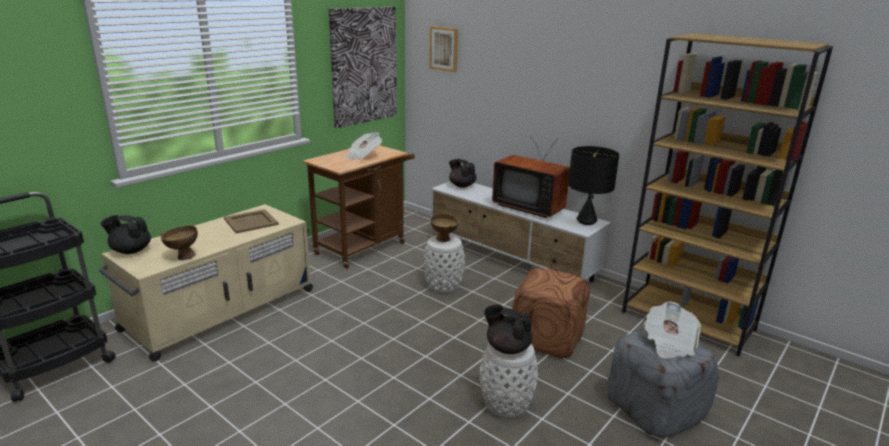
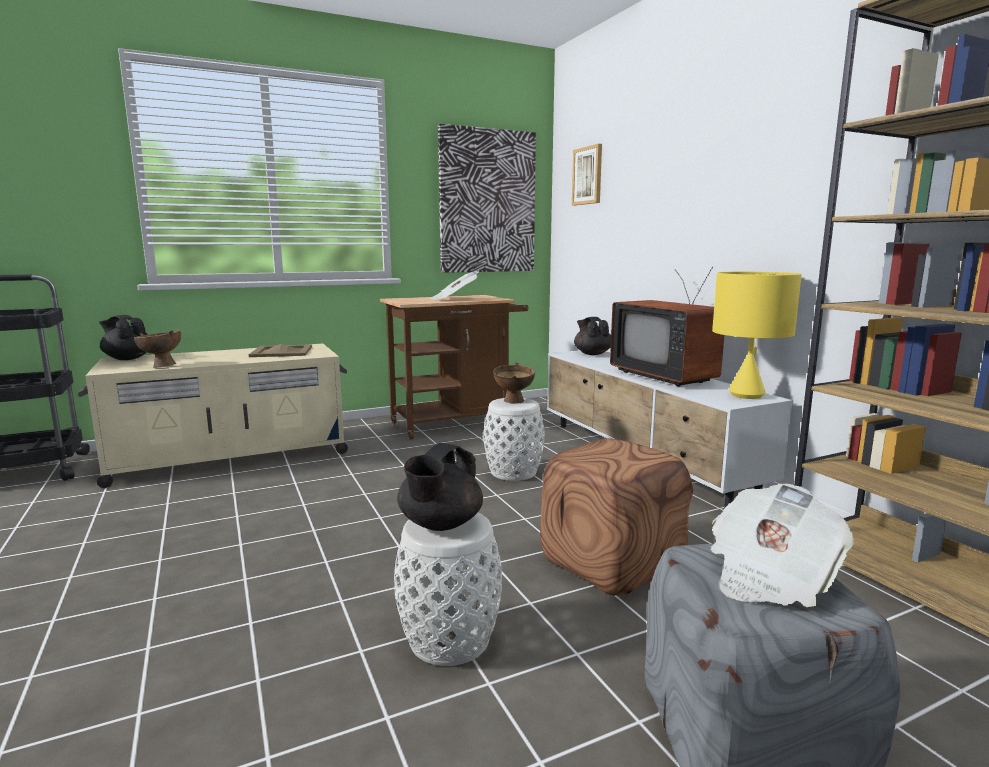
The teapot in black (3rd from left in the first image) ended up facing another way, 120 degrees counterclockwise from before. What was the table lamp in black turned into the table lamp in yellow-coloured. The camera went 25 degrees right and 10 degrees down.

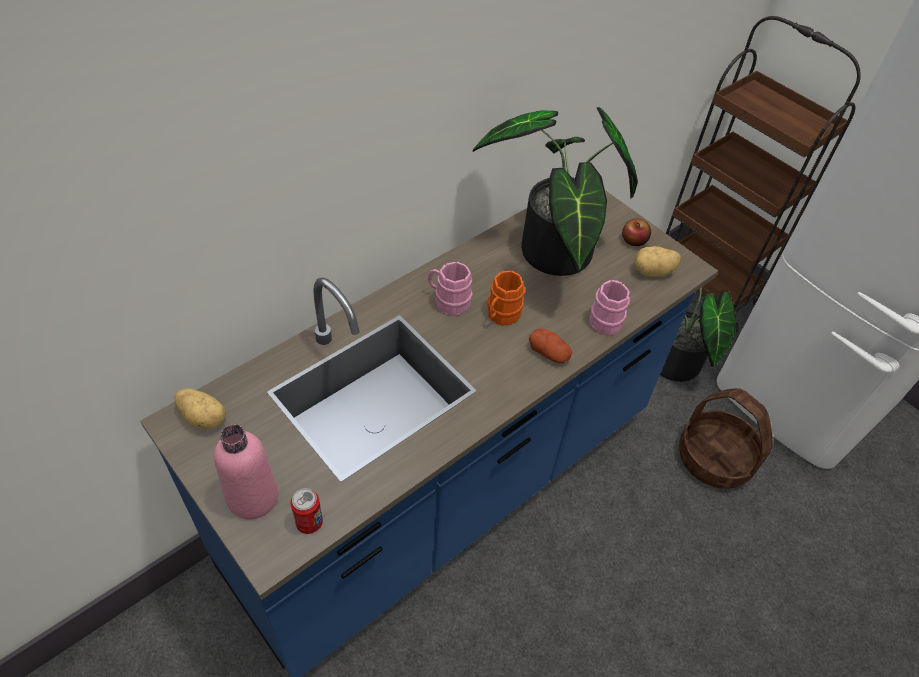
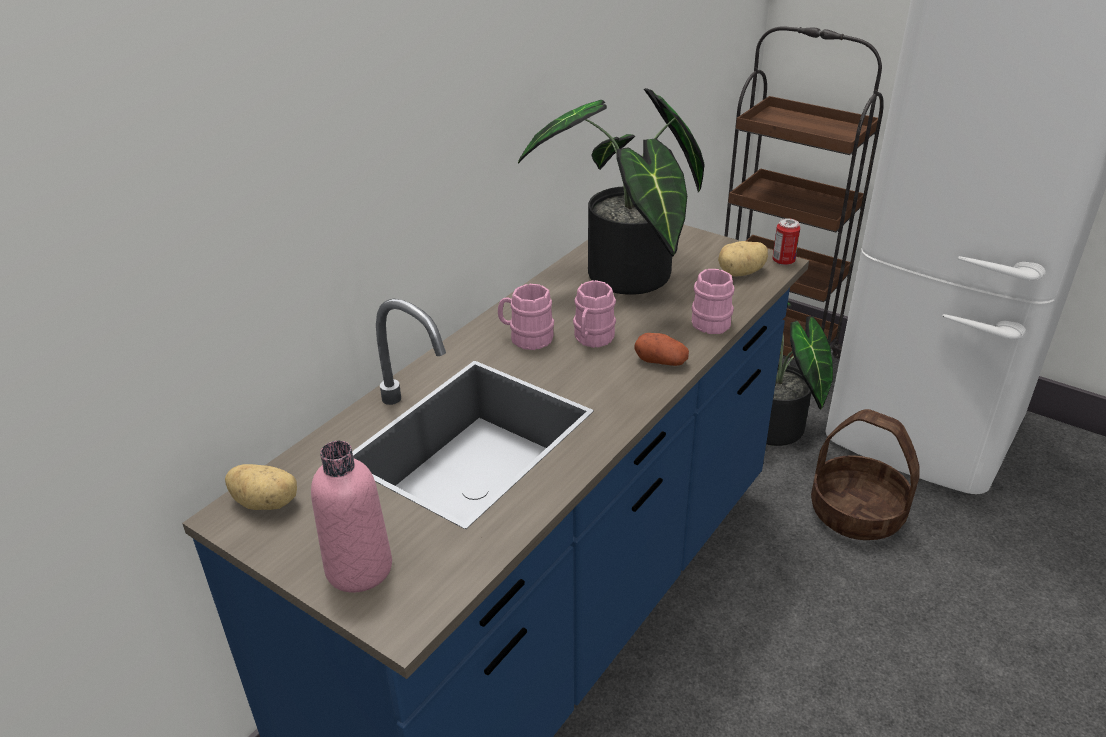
What was the mug in orange-coloured turned into the mug in pink (2nd from left). The metal can ended up elsewhere. The second view lost the apple fruit. The camera went 10 degrees left and 15 degrees down.

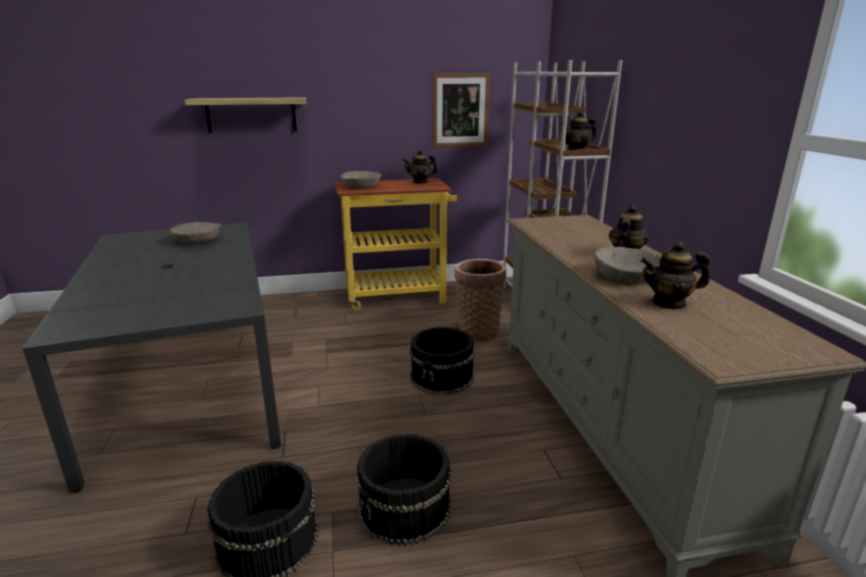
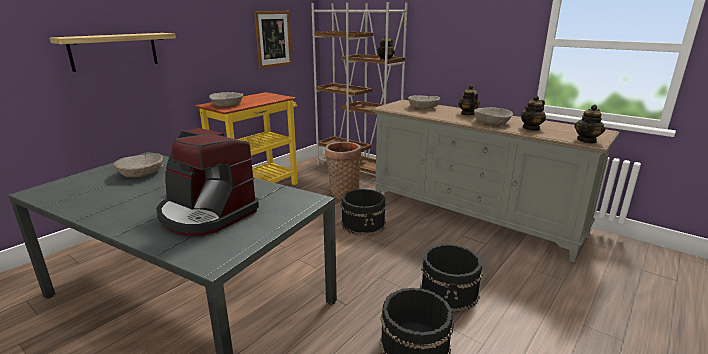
The second view gained the coffee maker. The second view gained the bowl in sand-coloured (3rd from left). The teapot (1st from left in the first image) ended up elsewhere. The camera went 40 degrees left and 0 degrees up.

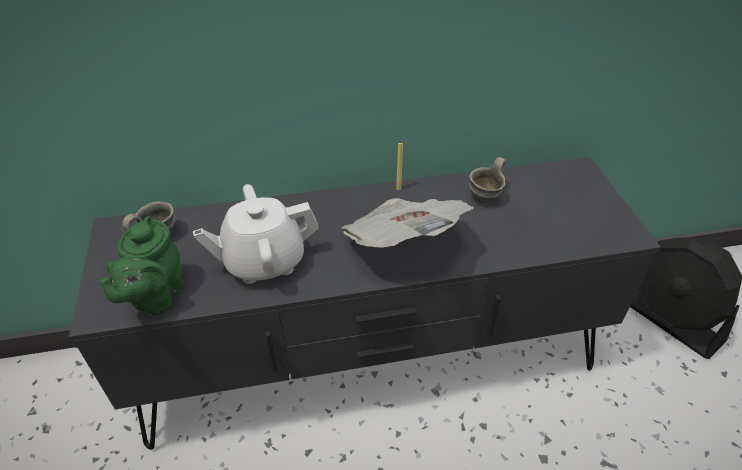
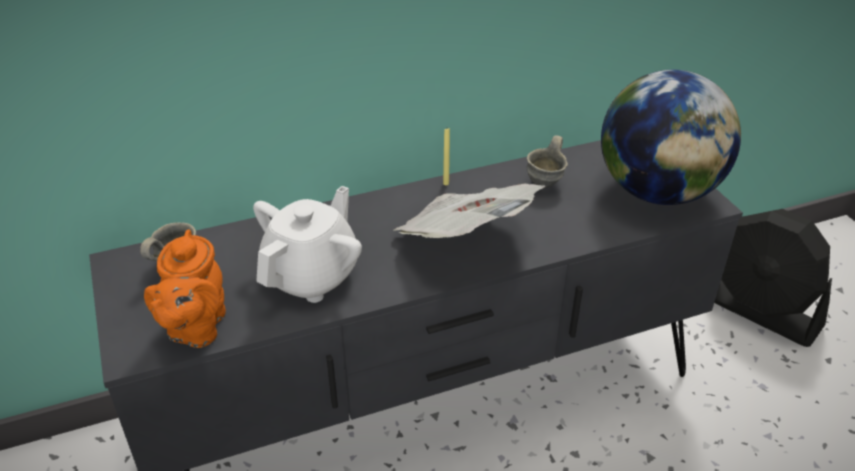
What was the teapot in green turned into the teapot in orange-coloured. The teapot in white ended up facing another way, 150 degrees clockwise from before. The second view gained the world globe. The camera went 10 degrees left and 5 degrees down.

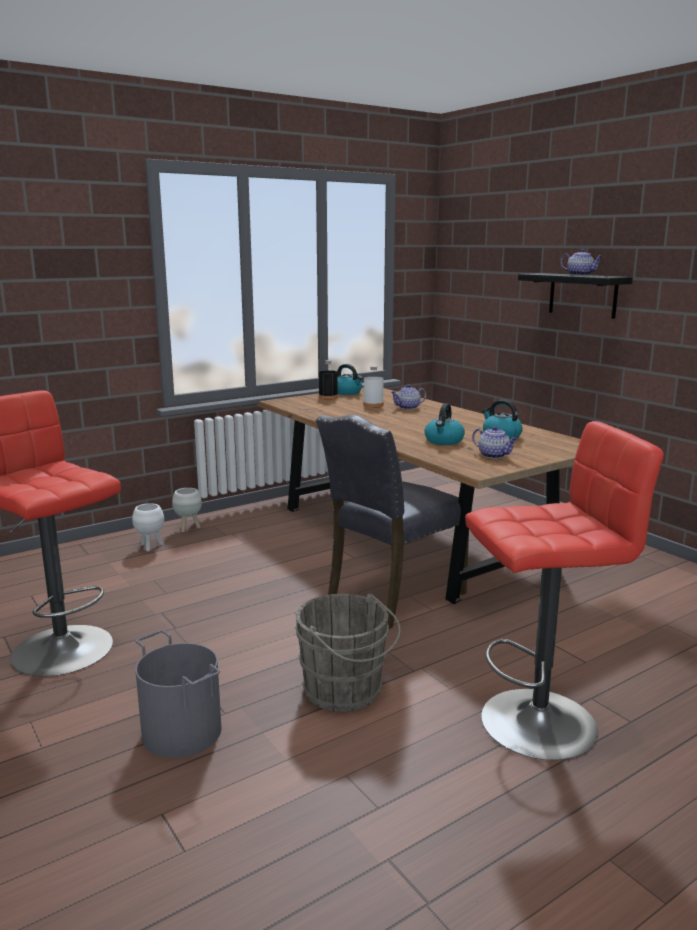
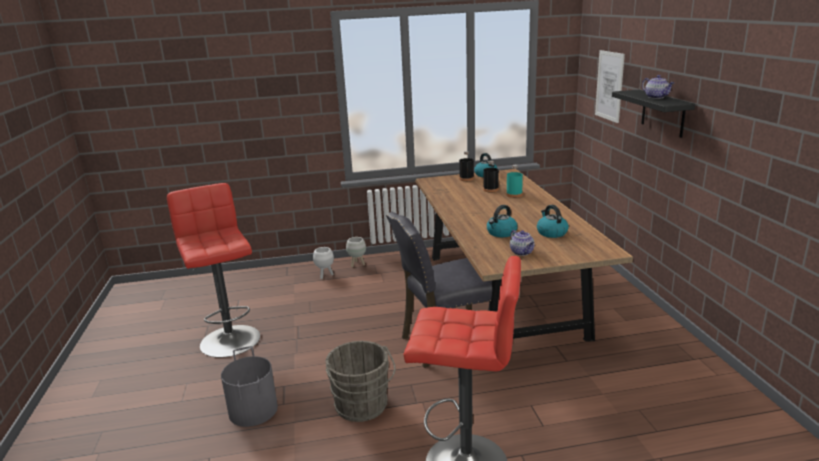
What was the bottle in white turned into the bottle in black (2nd from left). Where the teapot (1st from left) stood, the bottle in turquoise came to stand. The second view gained the wall art. The camera went 25 degrees right and 5 degrees up.

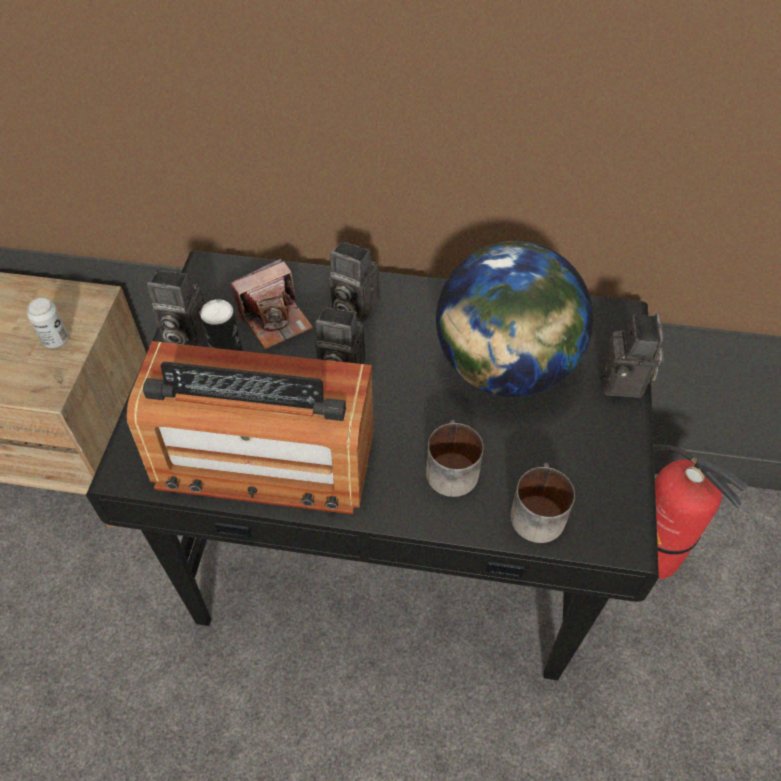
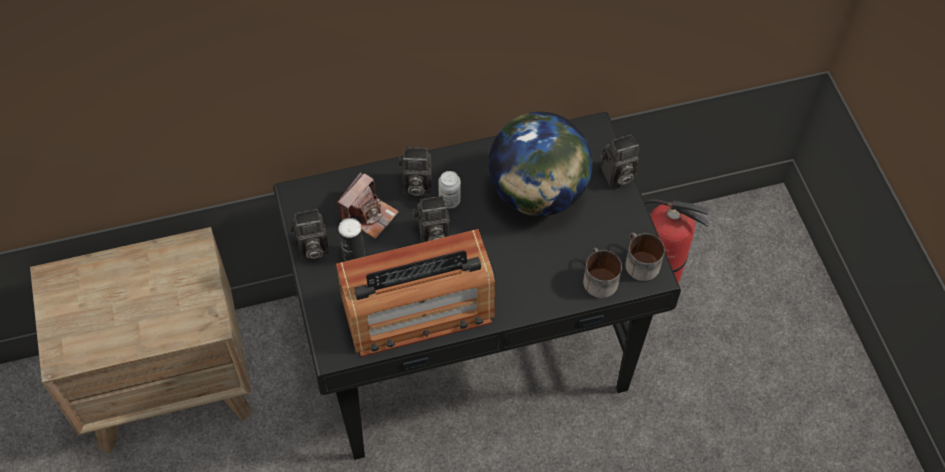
The metal can (1st from left in the first image) ended up elsewhere. The photo camera (5th from left) ended up facing another way, 90 degrees clockwise from before. The mug (1st from left in the first image) ended up elsewhere. The camera went 25 degrees left and 5 degrees up.

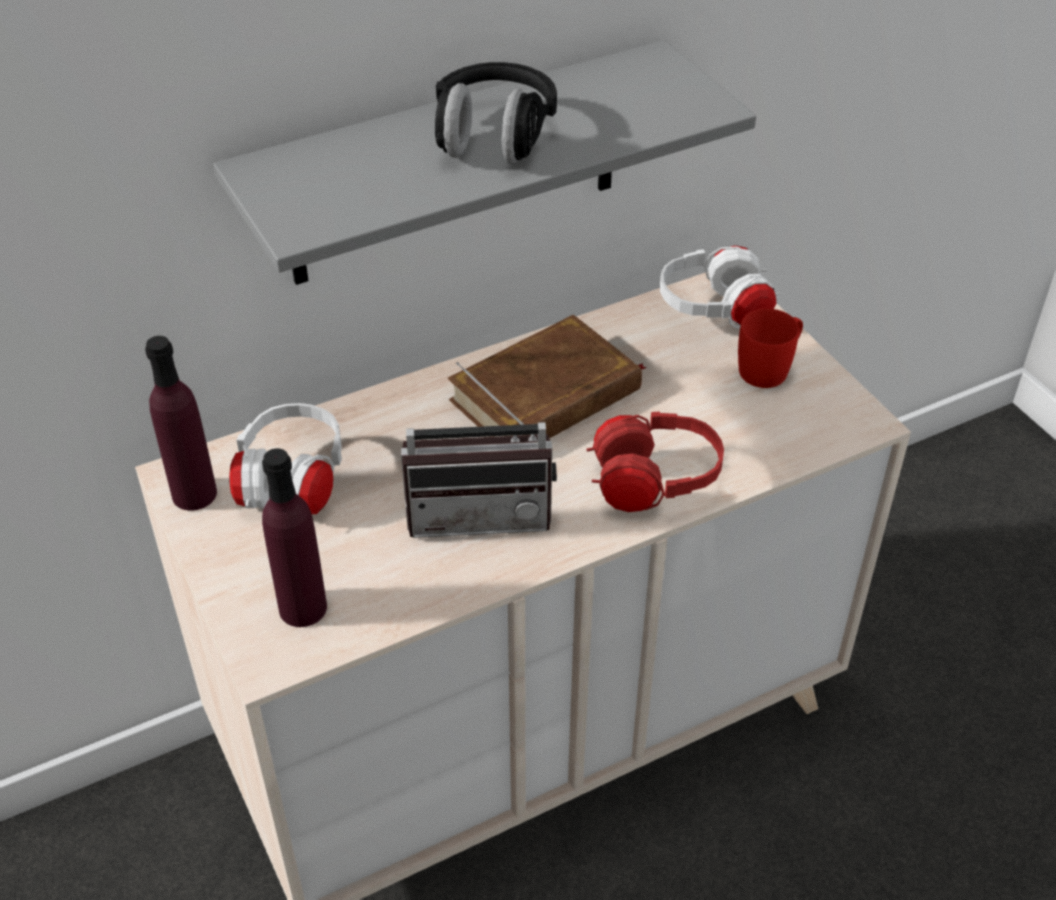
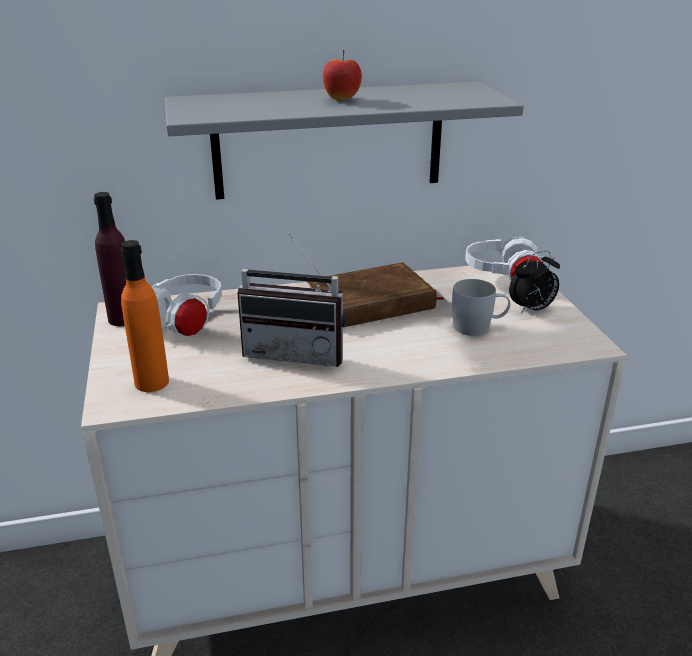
What was the bottle in purple (2nd from left) turned into the bottle in orange-coloured. Where the headphones in black stood, the apple fruit came to stand. The second view gained the mug in white. Where the mug in red-coloured stood, the table clock came to stand. The second view lost the headphones in red-coloured. The camera went 15 degrees right and 15 degrees down.

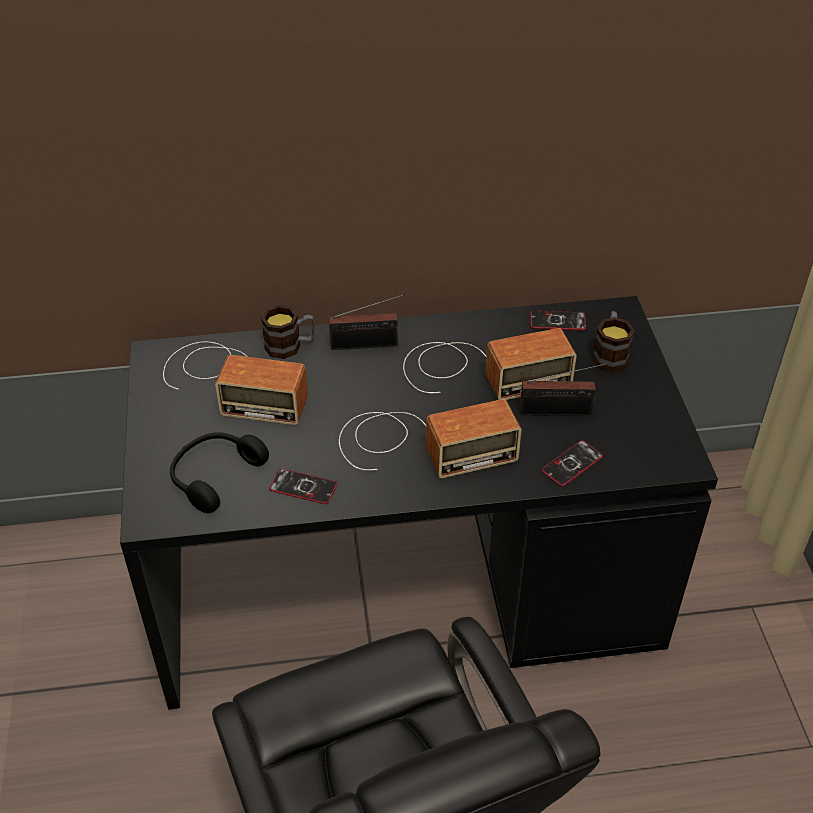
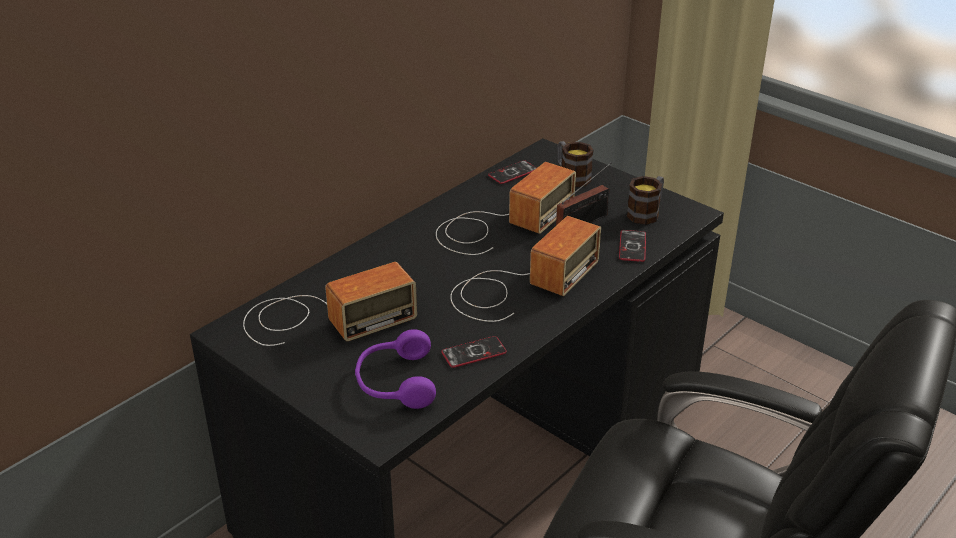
What was the headphones in black turned into the headphones in purple. The mug (1st from left in the first image) ended up elsewhere. The second view lost the radio receiver (2nd from left). The camera went 40 degrees left and 10 degrees down.

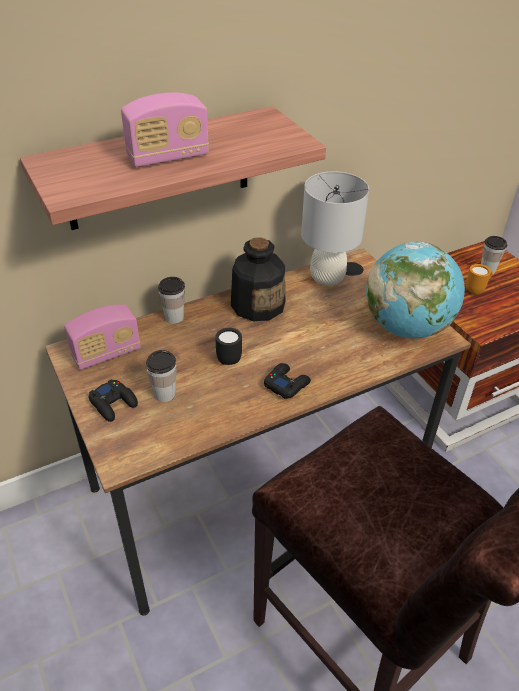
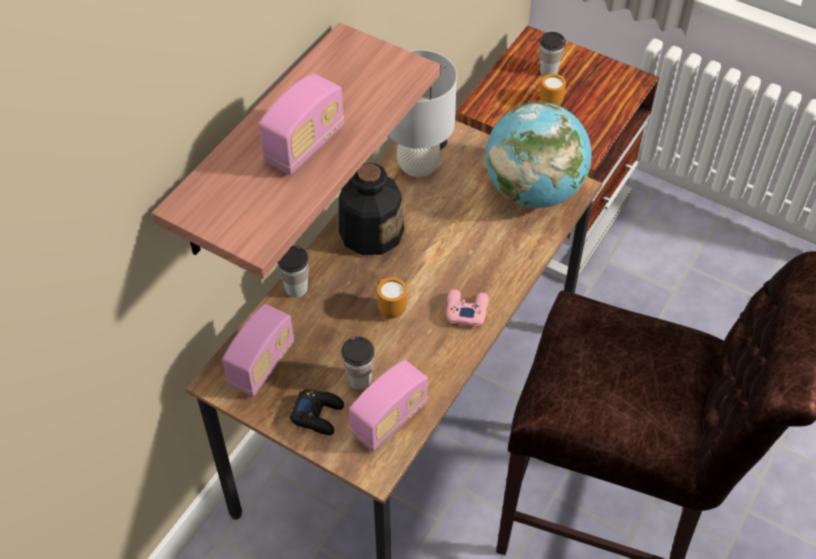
The second view gained the radio receiver (3rd from left). What was the mug in black turned into the mug in orange-coloured (1st from left). What was the game controller in black (2nd from left) turned into the game controller in pink. The camera went 30 degrees left and 10 degrees up.

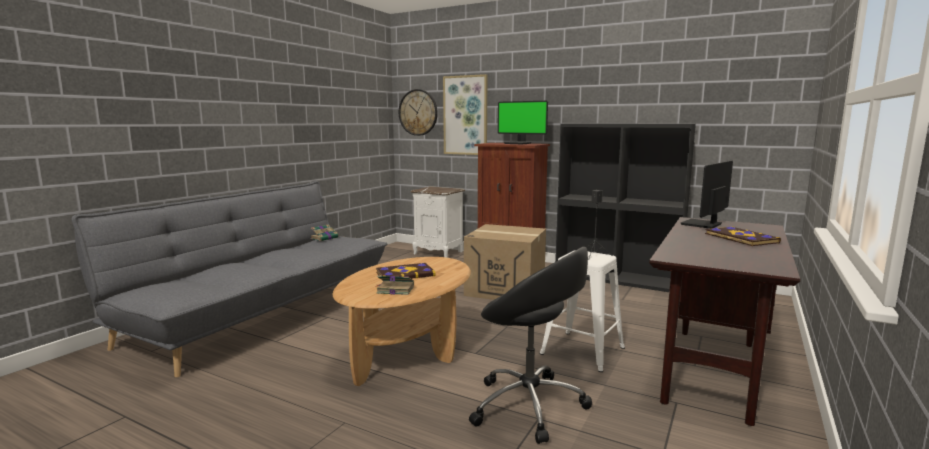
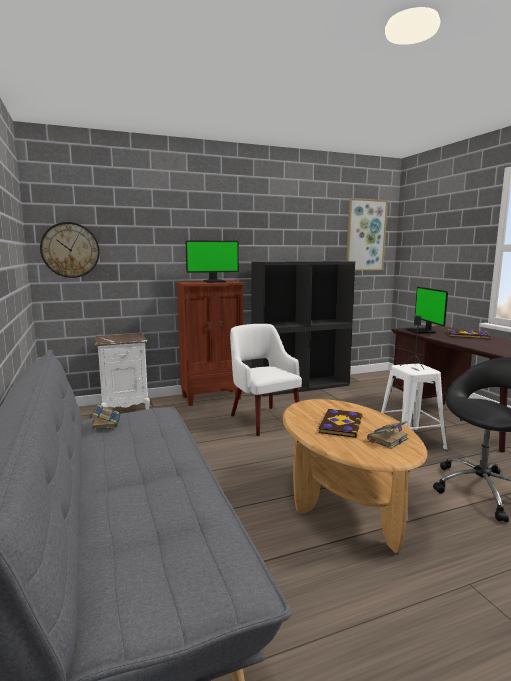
Where the carton stood, the lounge chair in white came to stand. The wall art ended up elsewhere. The camera went 50 degrees left and 0 degrees up.

